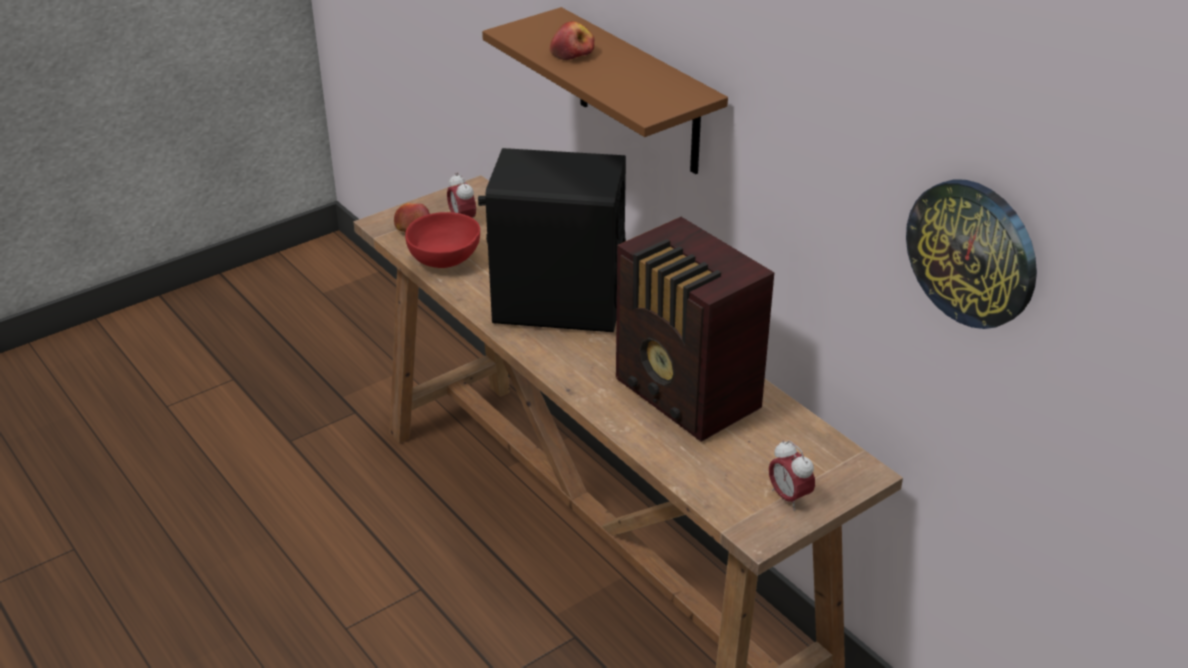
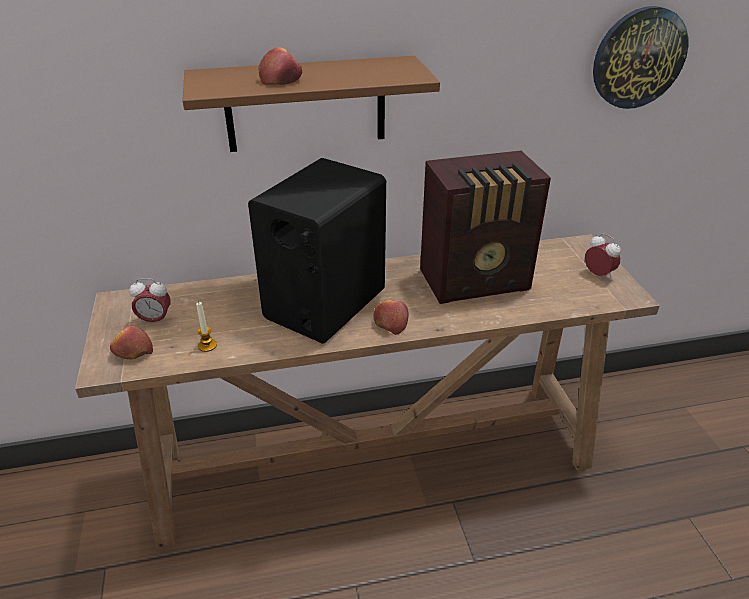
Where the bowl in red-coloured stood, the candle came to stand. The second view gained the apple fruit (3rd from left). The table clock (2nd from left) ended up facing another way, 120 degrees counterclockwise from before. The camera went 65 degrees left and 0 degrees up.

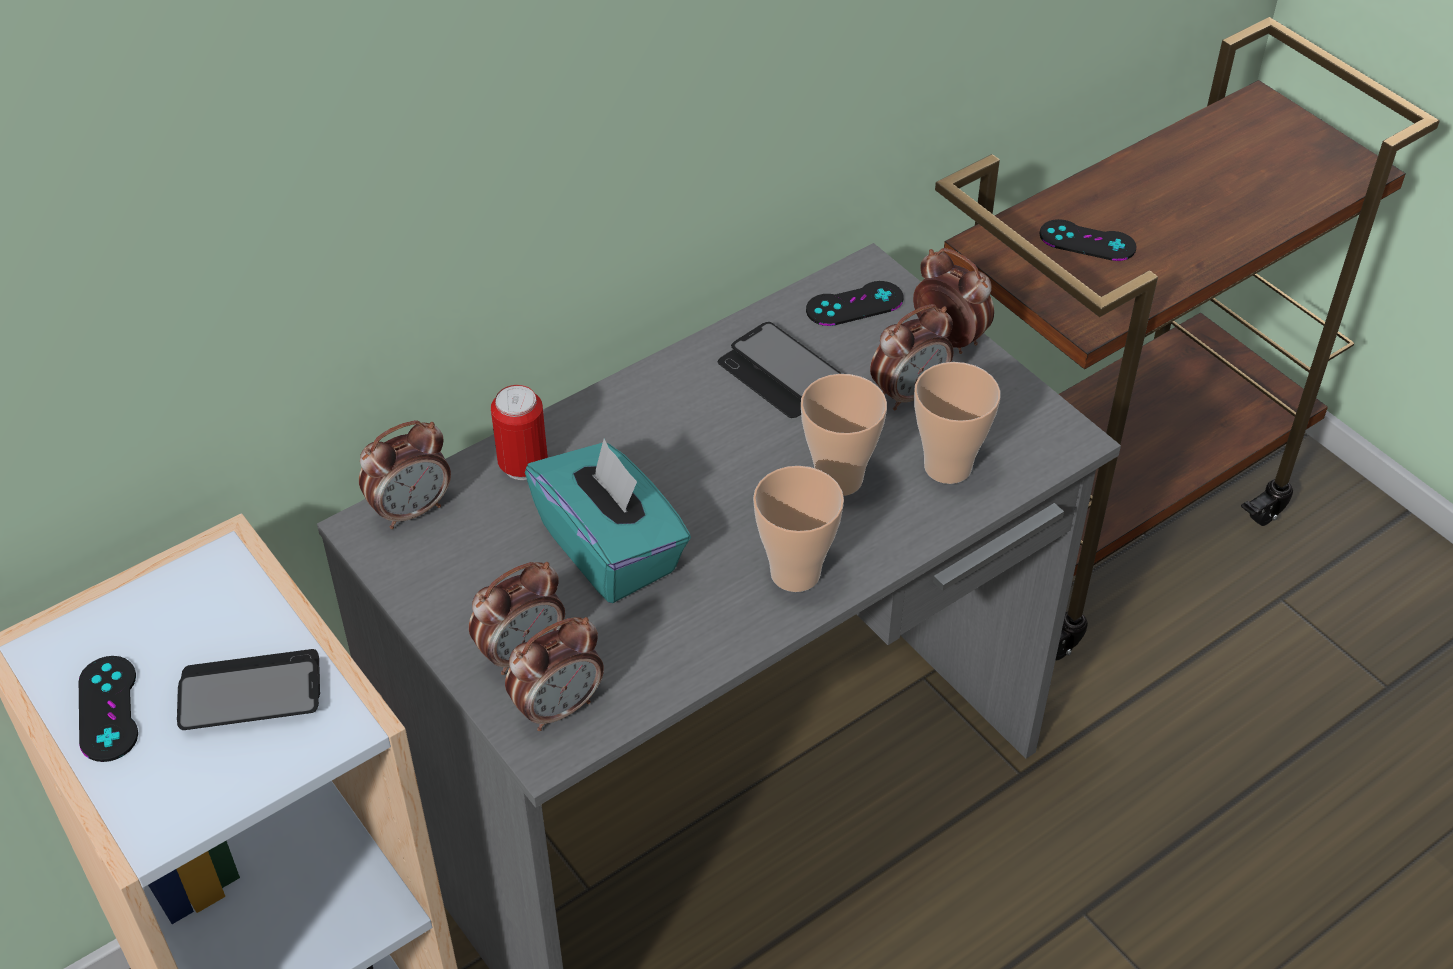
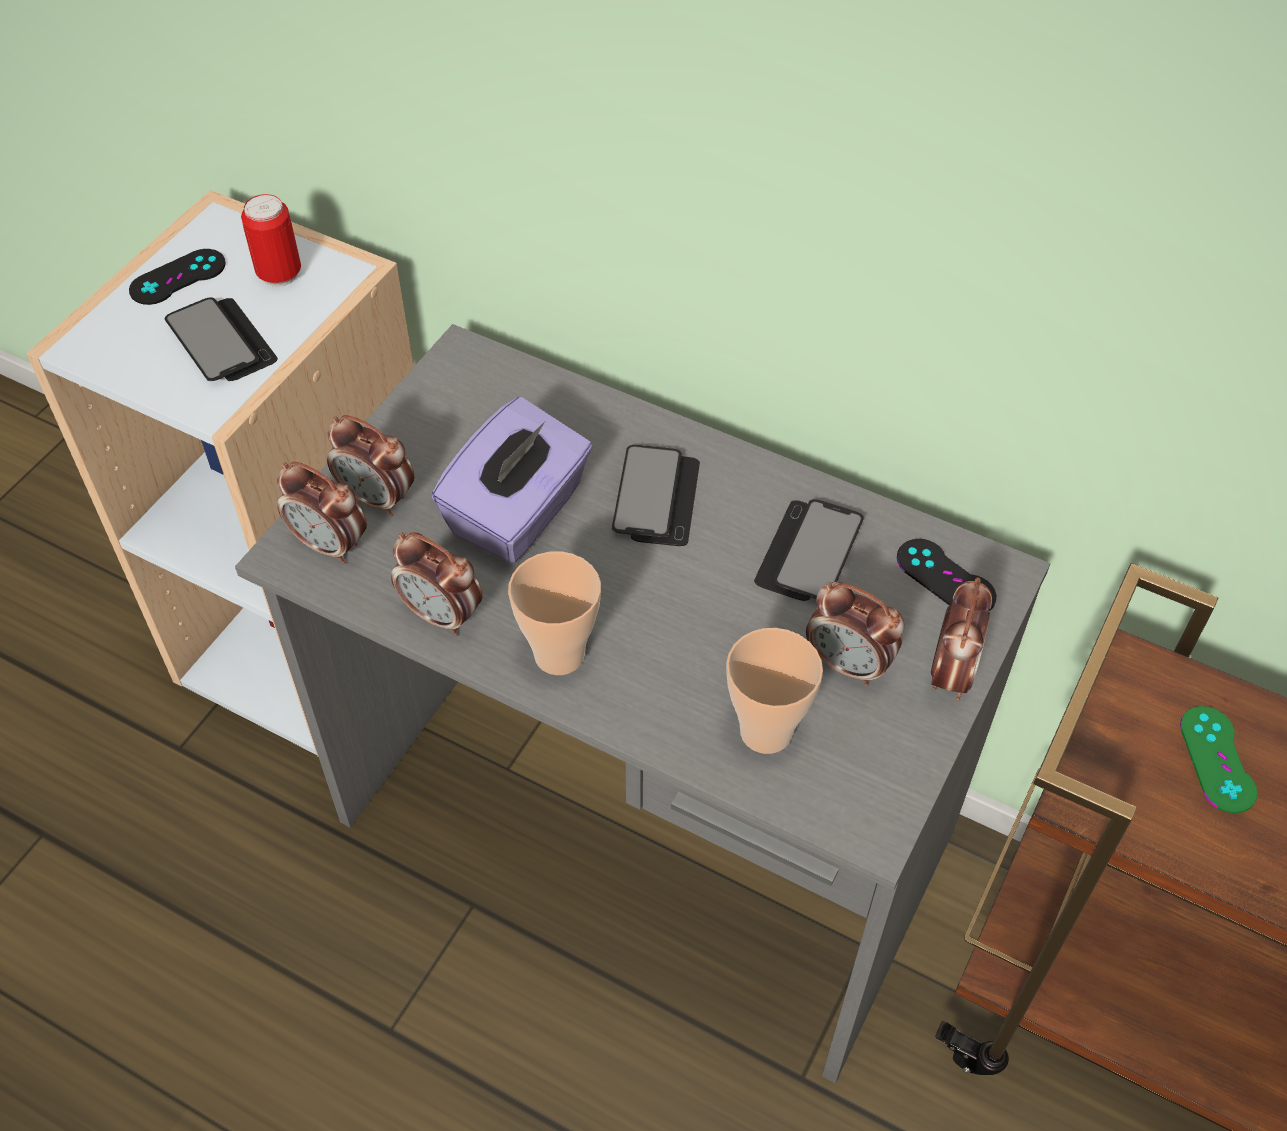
The metal can ended up elsewhere. The table clock (1st from left in the first image) ended up elsewhere. What was the tissue box in turquoise turned into the tissue box in purple. The second view gained the phone (2nd from left). What was the game controller in black (3rd from left) turned into the game controller in green. The second view lost the drinking cup (2nd from left). The camera went 65 degrees right and 5 degrees up.

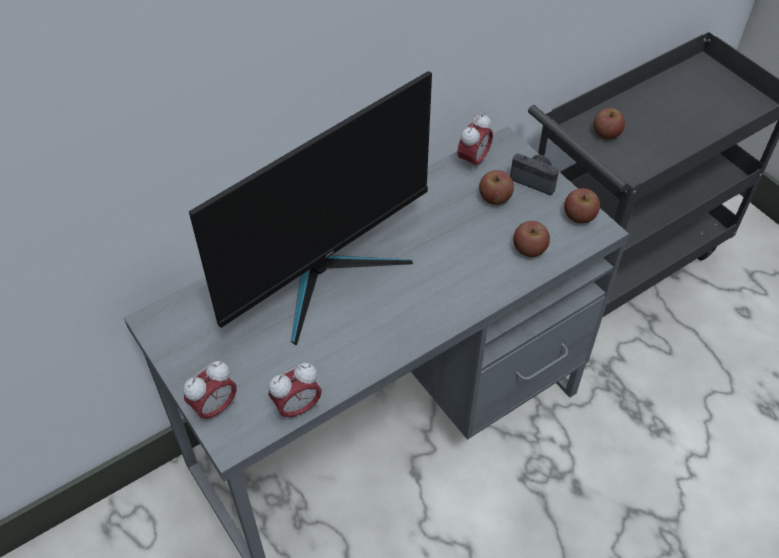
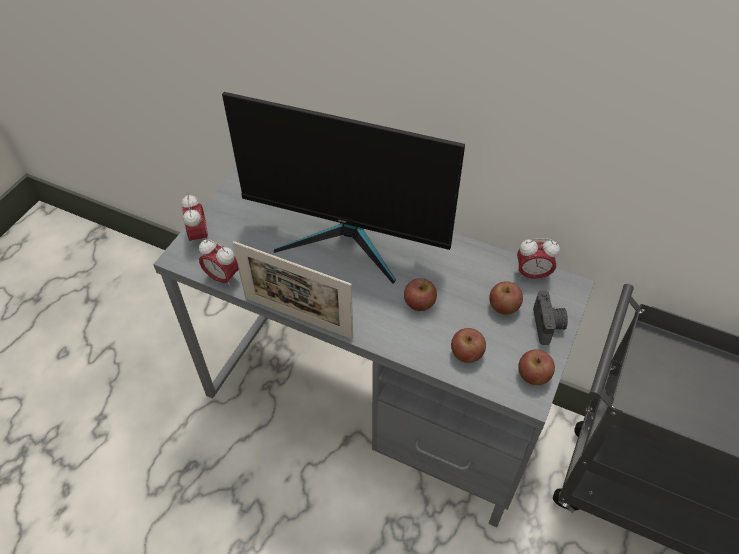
The table clock (1st from left) ended up facing another way, 120 degrees counterclockwise from before. The second view gained the picture frame. The apple fruit (4th from left in the first image) ended up elsewhere. The camera went 60 degrees right and 0 degrees up.

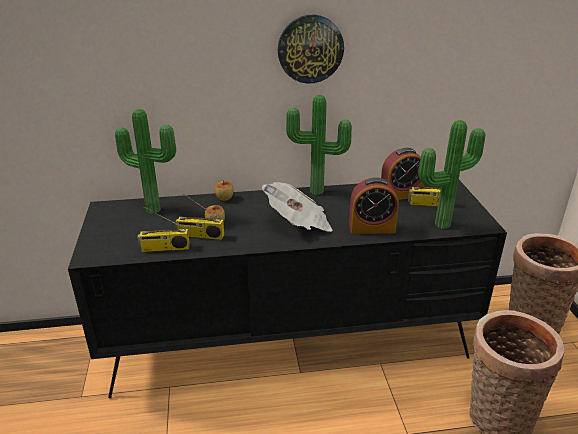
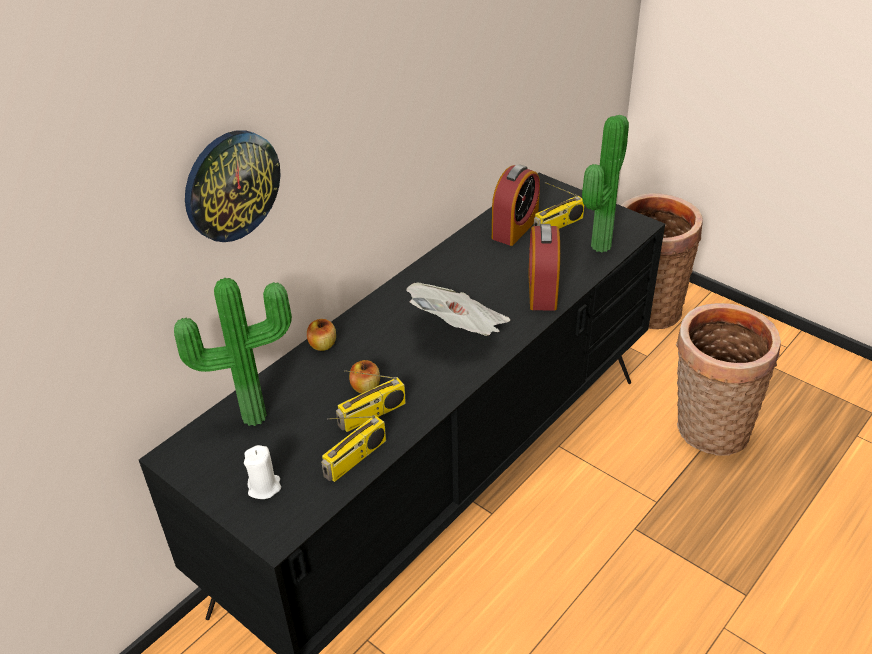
The wall clock ended up elsewhere. The second view gained the candle in white. The table clock (1st from left in the first image) ended up facing another way, 135 degrees clockwise from before. The second view lost the plant in a pot (2nd from left). The camera went 40 degrees left and 10 degrees up.

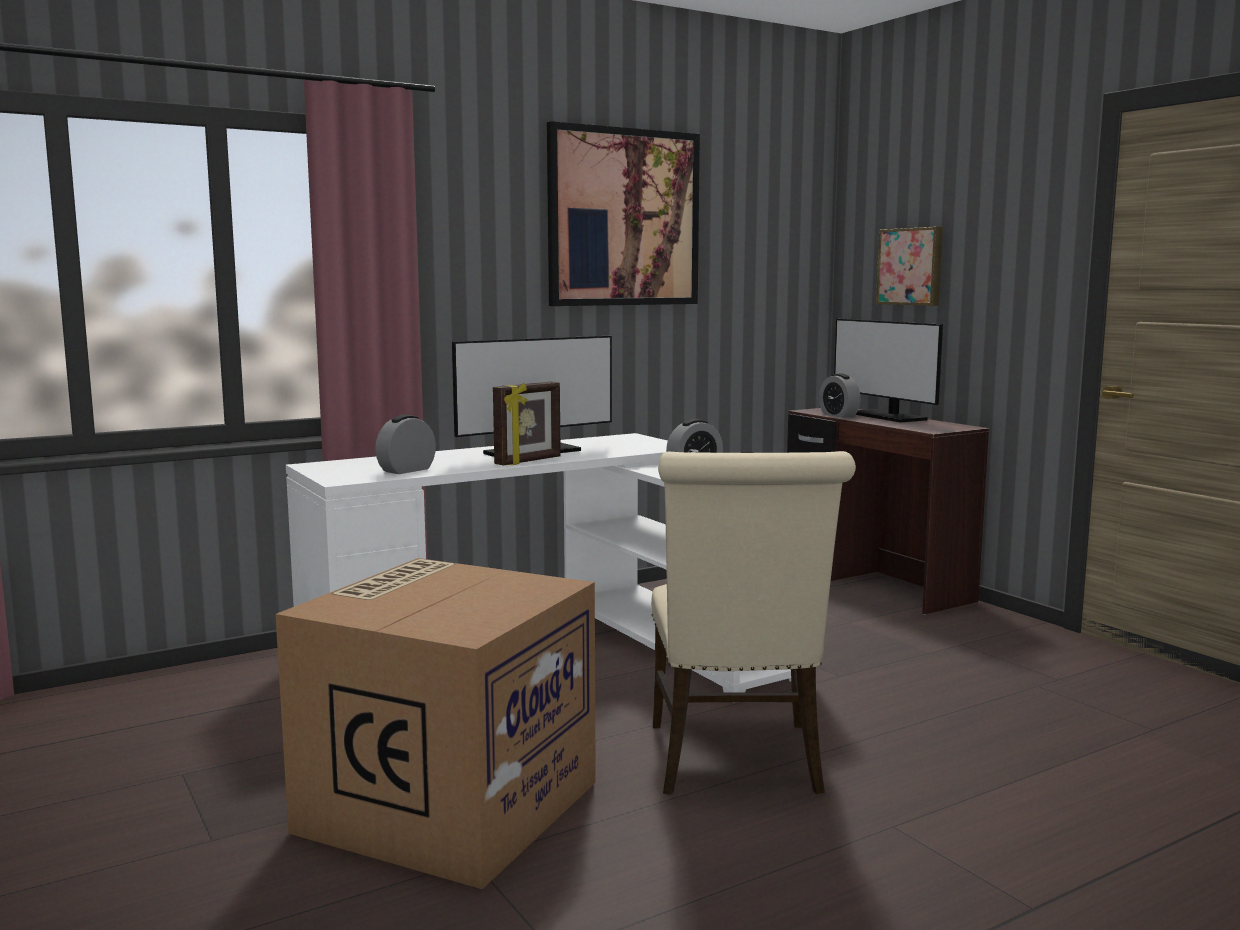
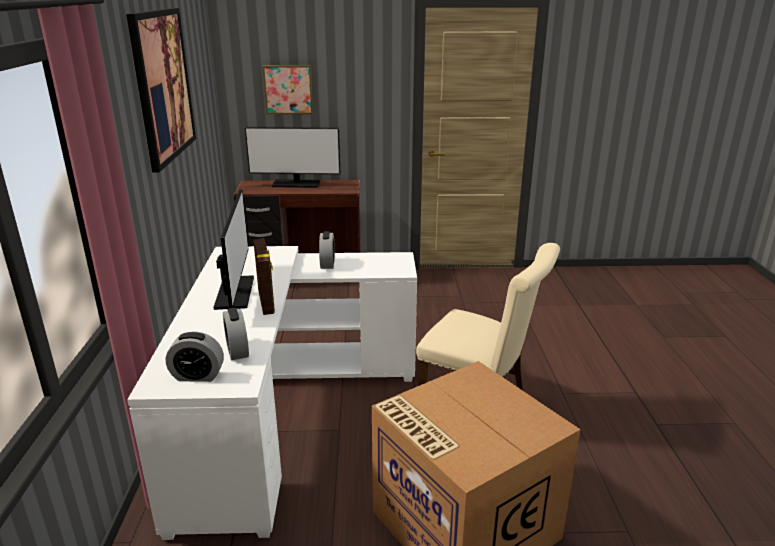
The table clock (3rd from left in the first image) ended up elsewhere. The camera went 60 degrees left and 15 degrees up.

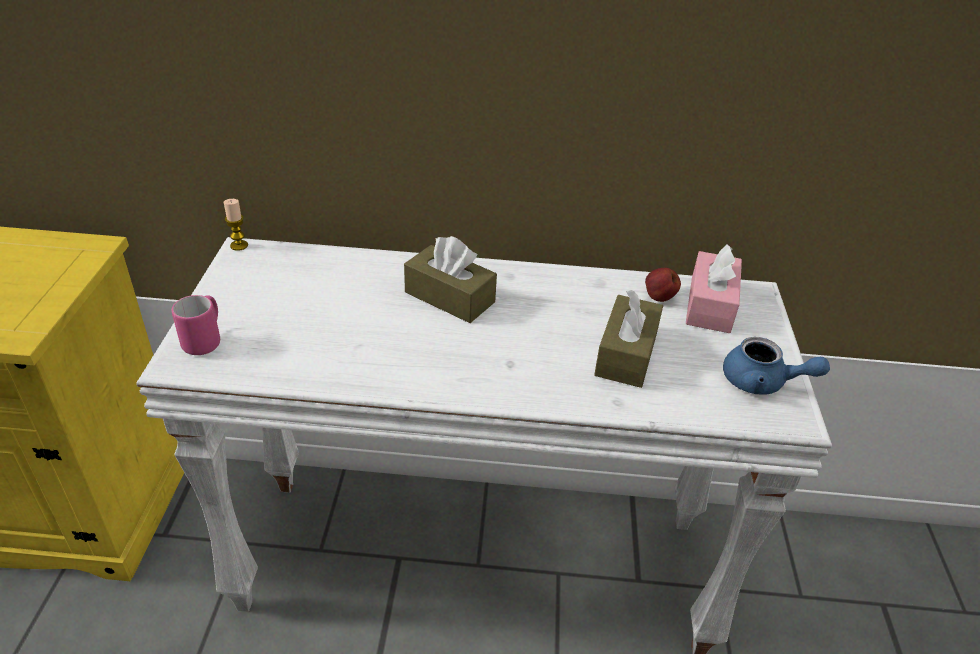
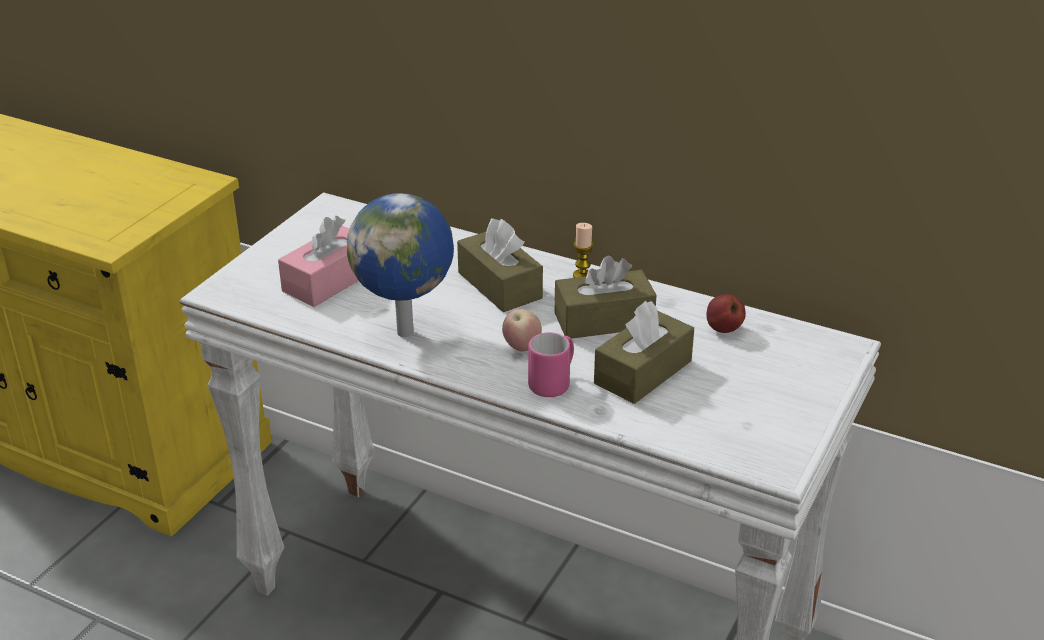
The tissue box in pink ended up elsewhere. The second view gained the world globe. The second view gained the apple fruit (1st from left). The mug in pink ended up elsewhere. The second view gained the tissue box in brownish (2nd from left). The candle ended up elsewhere. The second view lost the teapot in blue-coloured. The camera went 25 degrees right and 5 degrees down.

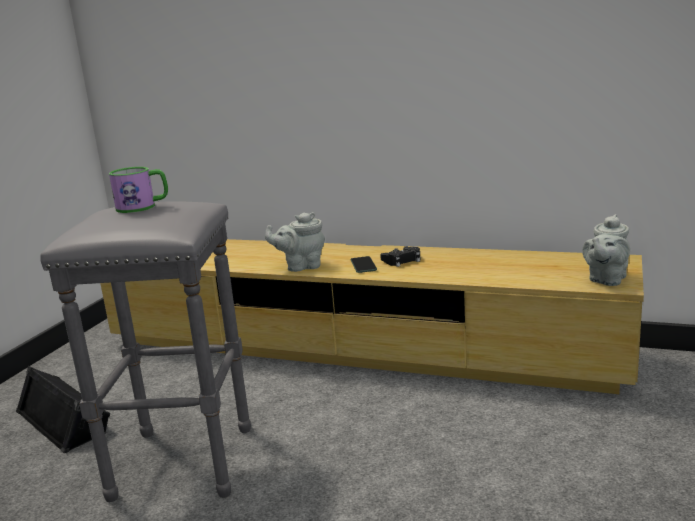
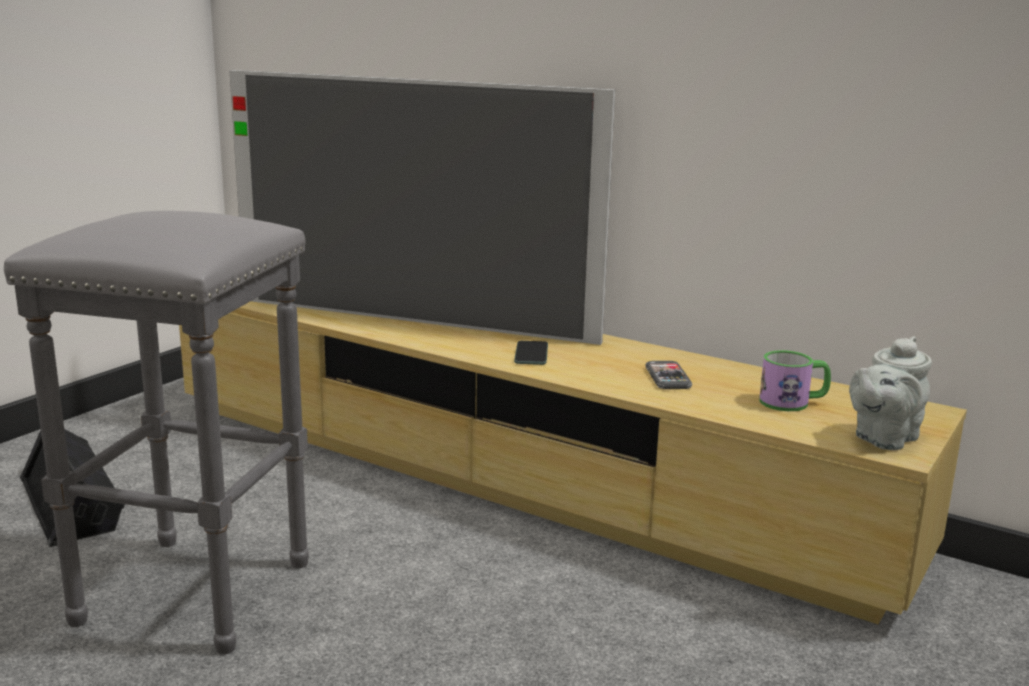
The second view gained the TV. The second view gained the phone (2nd from left). The mug ended up elsewhere. The second view lost the teapot in gray (1st from left). The second view lost the game controller in black. The camera went 10 degrees right and 0 degrees up.

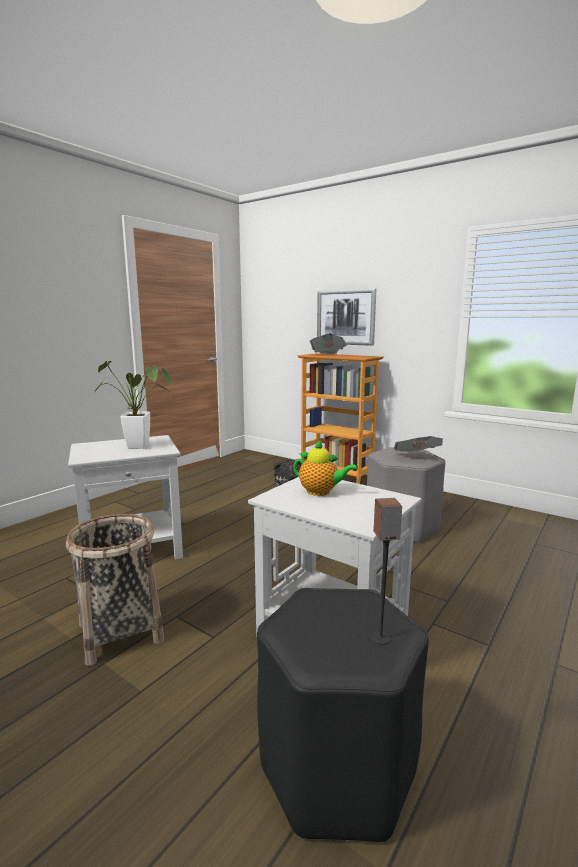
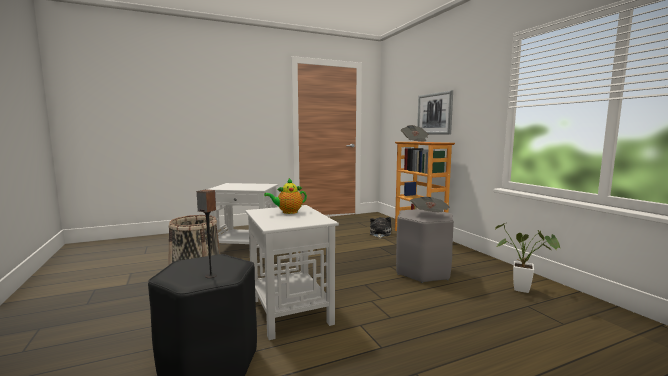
The teapot ended up facing another way, 105 degrees clockwise from before. The plant in a pot ended up elsewhere. The camera went 30 degrees right and 5 degrees down.

